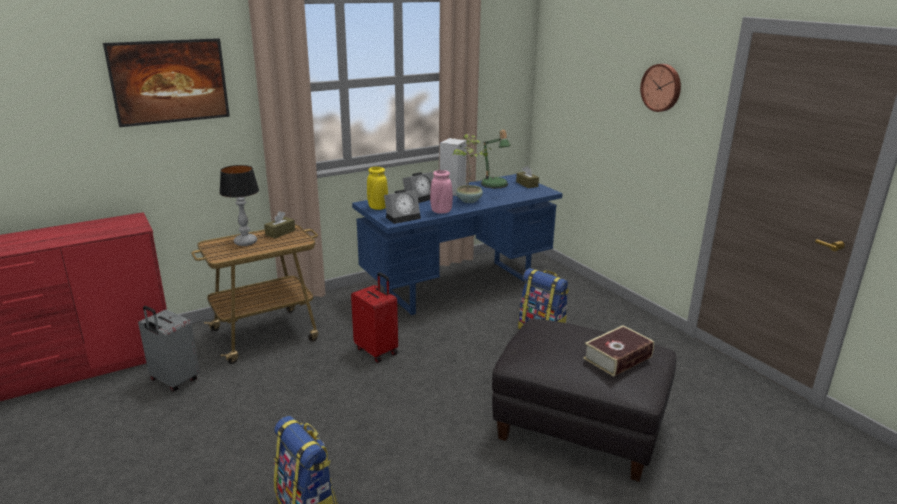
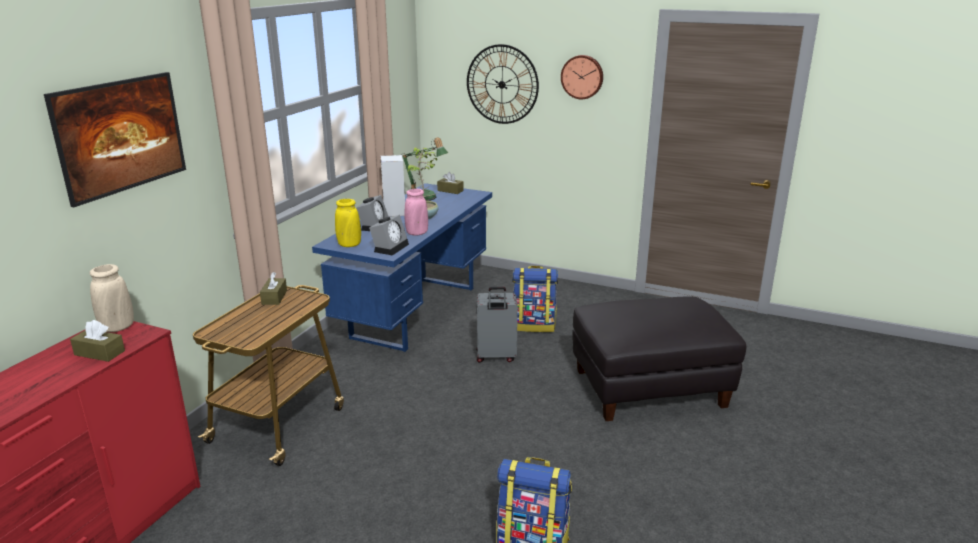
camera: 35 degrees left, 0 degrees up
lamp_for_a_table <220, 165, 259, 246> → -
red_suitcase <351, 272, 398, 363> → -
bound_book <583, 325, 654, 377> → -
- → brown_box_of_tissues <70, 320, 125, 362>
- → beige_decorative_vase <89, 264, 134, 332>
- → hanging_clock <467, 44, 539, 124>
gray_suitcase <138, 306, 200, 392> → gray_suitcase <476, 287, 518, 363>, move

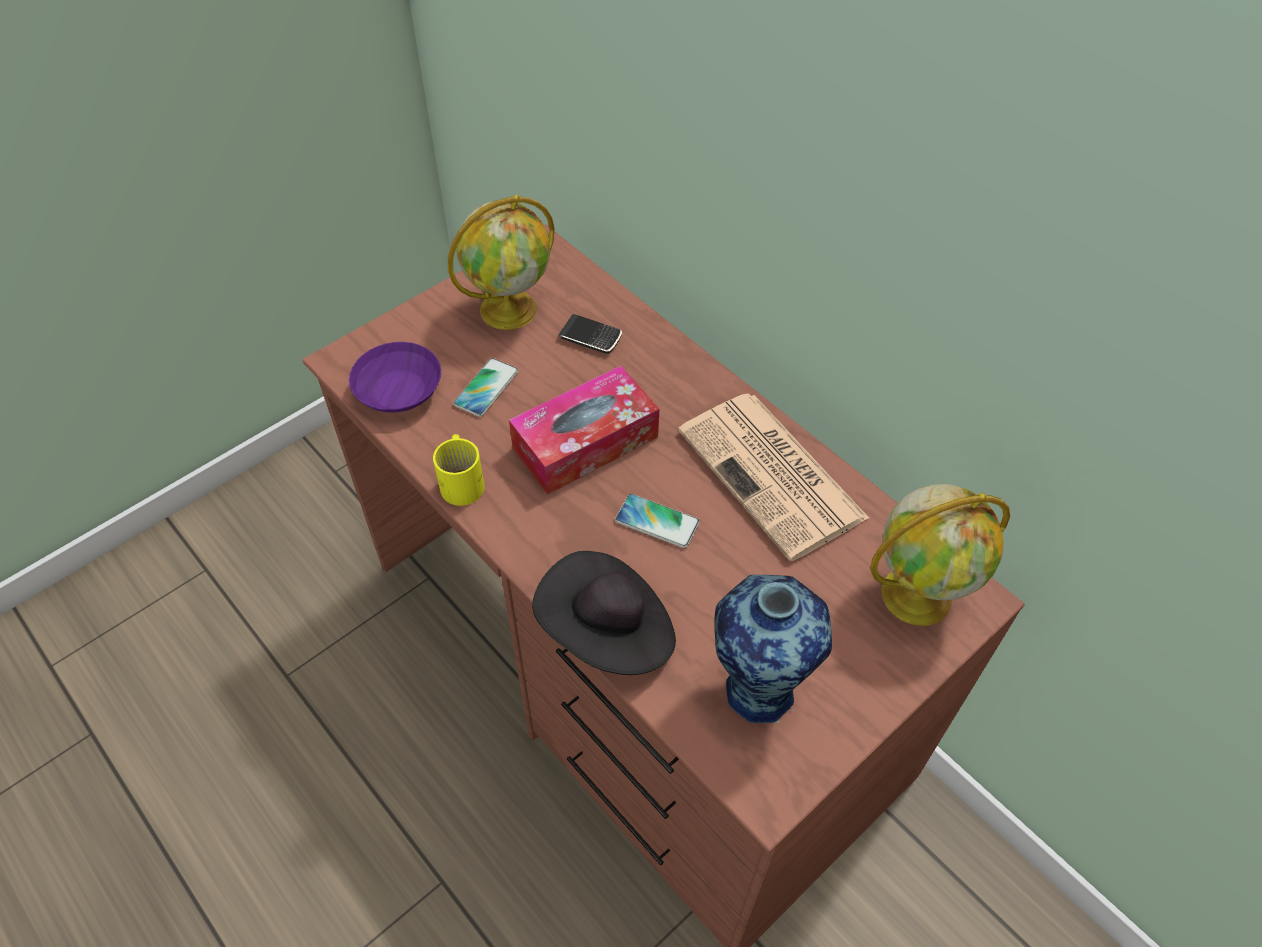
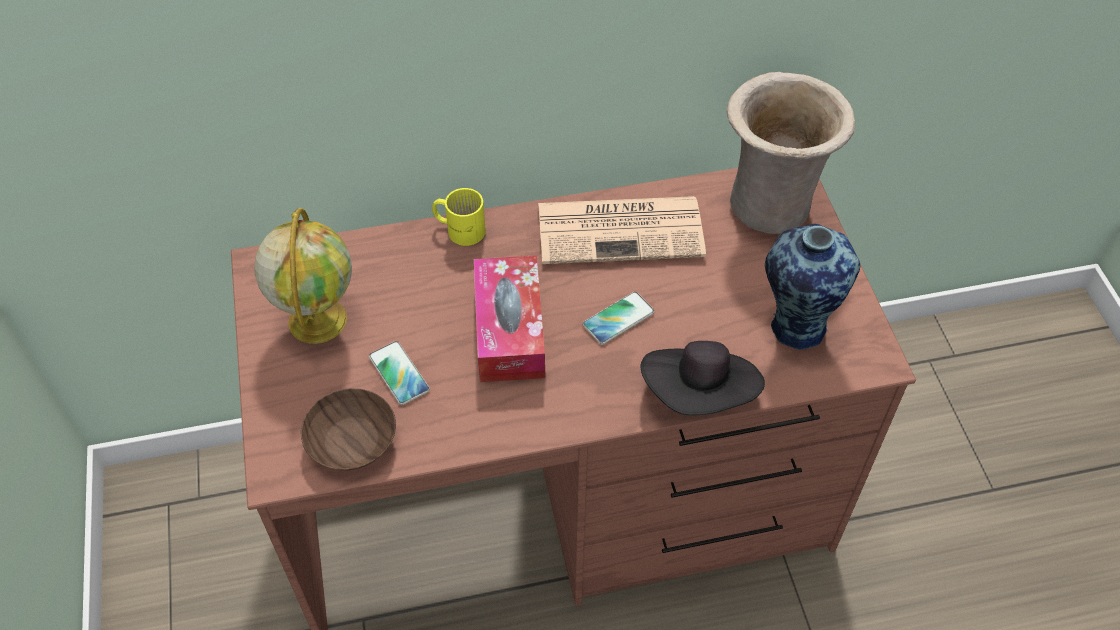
camera: 60 degrees left, 0 degrees up
handset <558, 314, 622, 354> → -
yellowish_mug <433, 434, 485, 506> → yellowish_mug <432, 188, 486, 246>, move
globe <871, 484, 1010, 626> → beige_decorative_vase <727, 72, 855, 234>
purple-coloured_bowl <349, 342, 441, 413> → brown_bowl <301, 388, 396, 470>

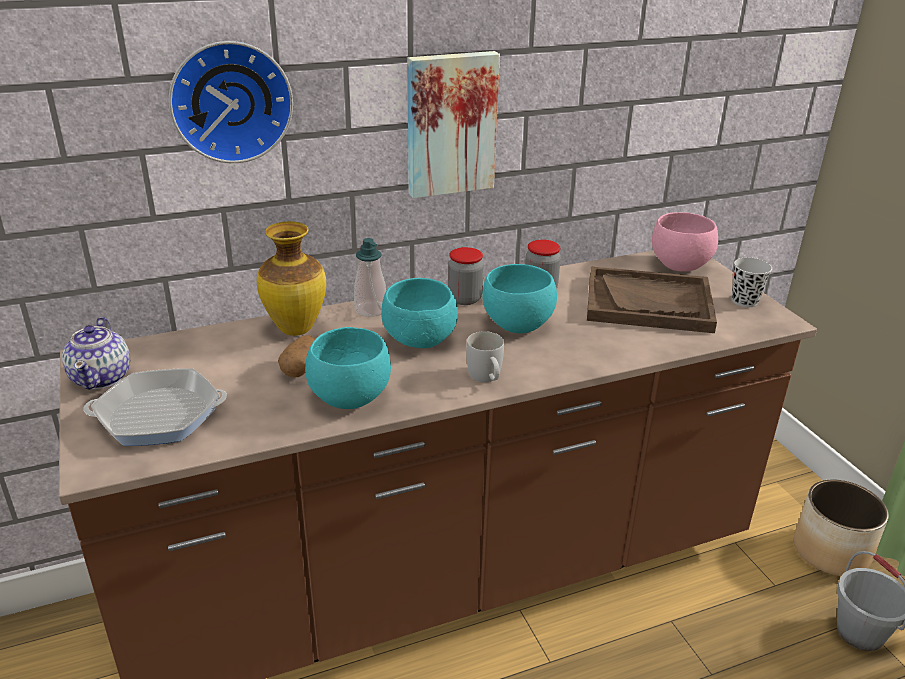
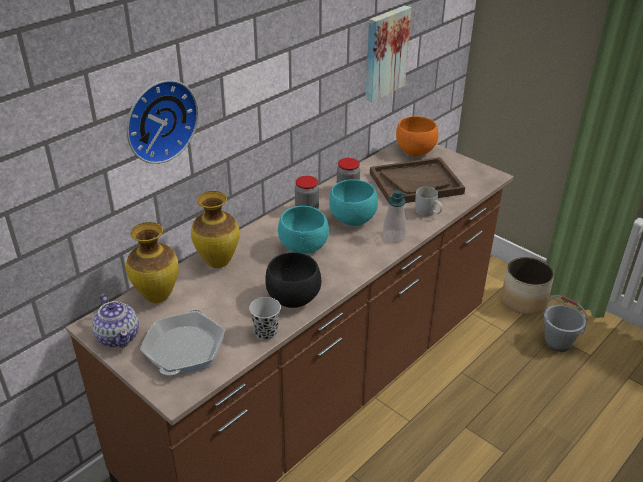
camera: 25 degrees left, 5 degrees up
spud <278, 335, 316, 377> → -
- → decorative_vase <126, 222, 179, 303>
soap_bottle <354, 238, 386, 317> → soap_bottle <383, 190, 407, 243>, move
wall_picture <407, 51, 500, 198> → wall_picture <365, 5, 411, 102>, move
white_mug <466, 331, 504, 382> → white_mug <415, 187, 443, 217>, move
black_drinking_cup <732, 257, 772, 307> → black_drinking_cup <249, 297, 281, 340>, move
turquoise-coloured_bowl <305, 327, 391, 409> → black_bowl <265, 252, 321, 308>
pink-coloured_bowl <652, 212, 718, 272> → orange_bowl <396, 116, 439, 156>
frying_pan <83, 368, 227, 446> → frying_pan <140, 309, 225, 375>, 45 degrees counterclockwise

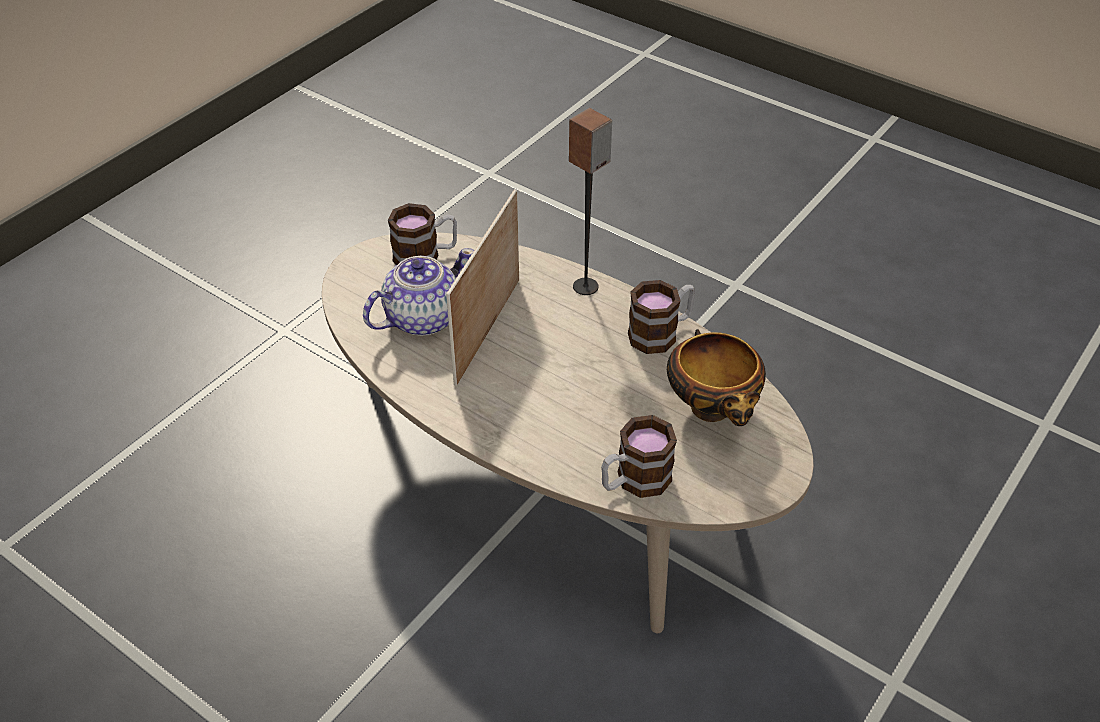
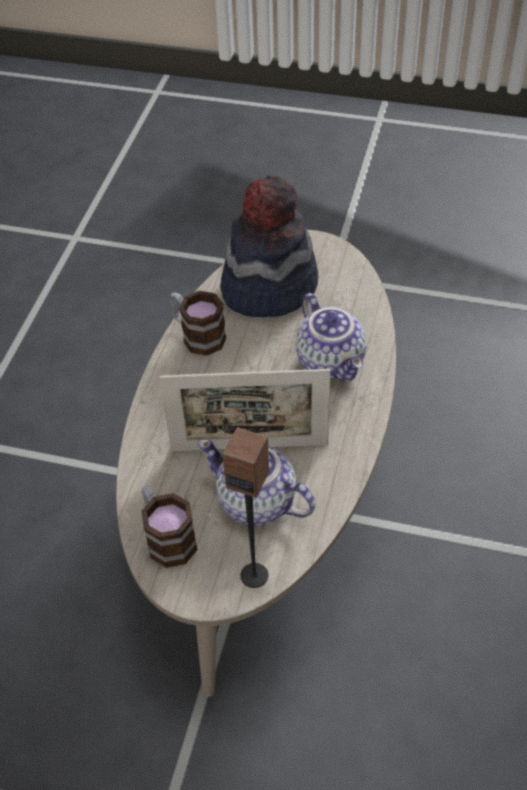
camera: 110 degrees left, 5 degrees up
mug <601, 415, 677, 498> → -
- → tea_pot <296, 293, 367, 381>
speaker <569, 108, 612, 295> → speaker <223, 427, 269, 588>, move
bowl <667, 329, 766, 426> → clothing_hat <220, 176, 318, 317>

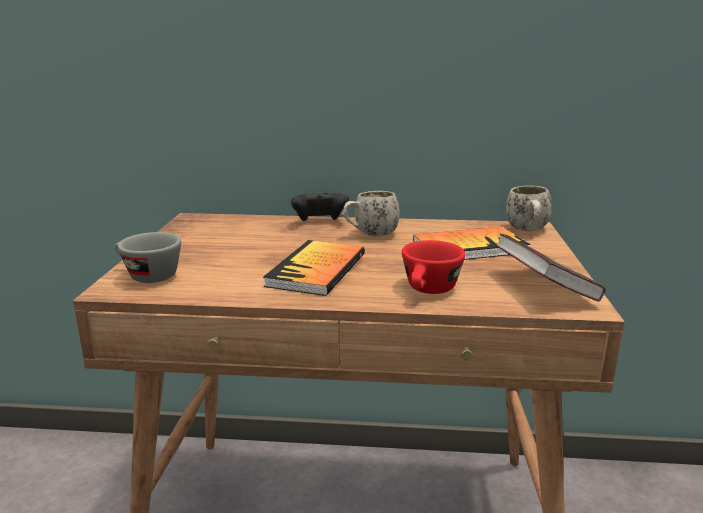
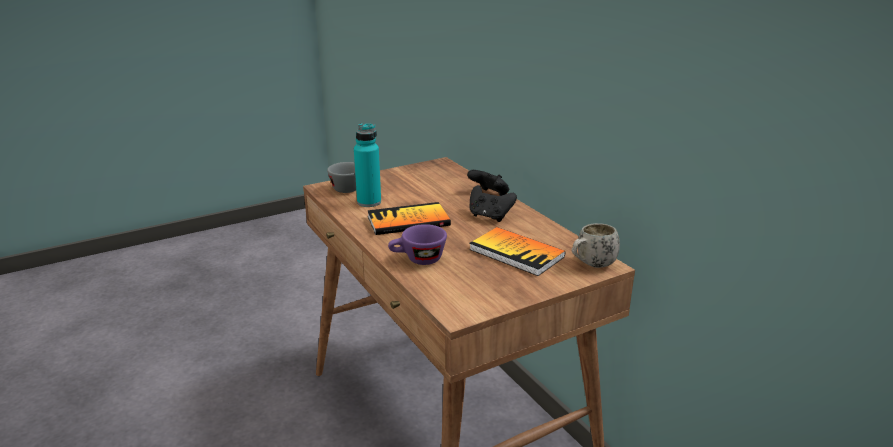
camera: 55 degrees right, 5 degrees up
bound_book <495, 234, 605, 302> → -
- → turquoise-coloured_drink_bottle <354, 123, 381, 207>
white_mug <342, 191, 400, 237> → black_game_controller <470, 185, 517, 222>
red_drinking_cup <402, 240, 466, 294> → purple-coloured_drinking_cup <388, 224, 447, 265>

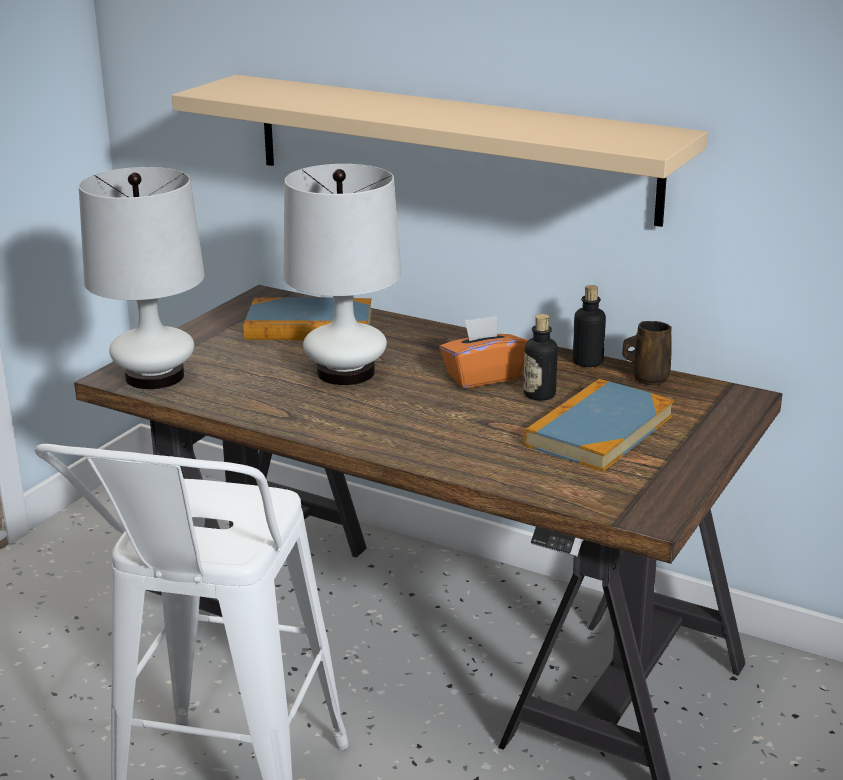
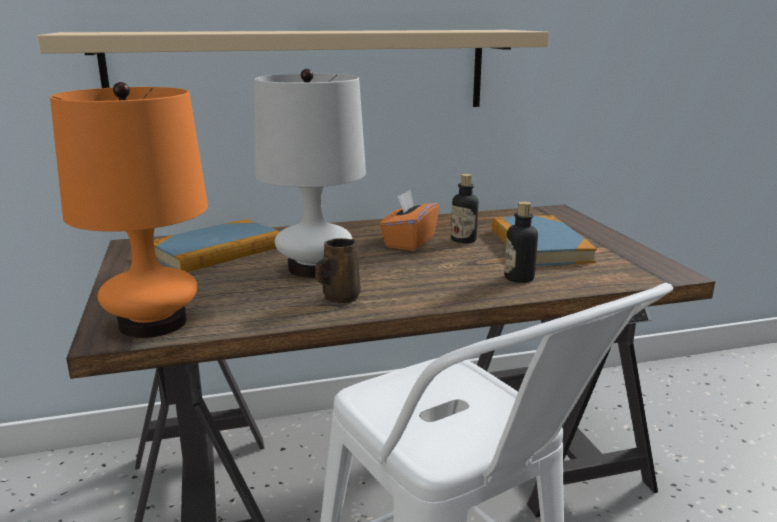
camera: 45 degrees left, 5 degrees down
drink_bottle <572, 285, 606, 367> → drink_bottle <504, 201, 538, 283>, move
brown_mug <622, 321, 672, 386> → brown_mug <315, 238, 361, 303>, move
white_lamp_for_a_table <79, 167, 205, 389> → orange_lamp_for_a_table <50, 82, 208, 338>

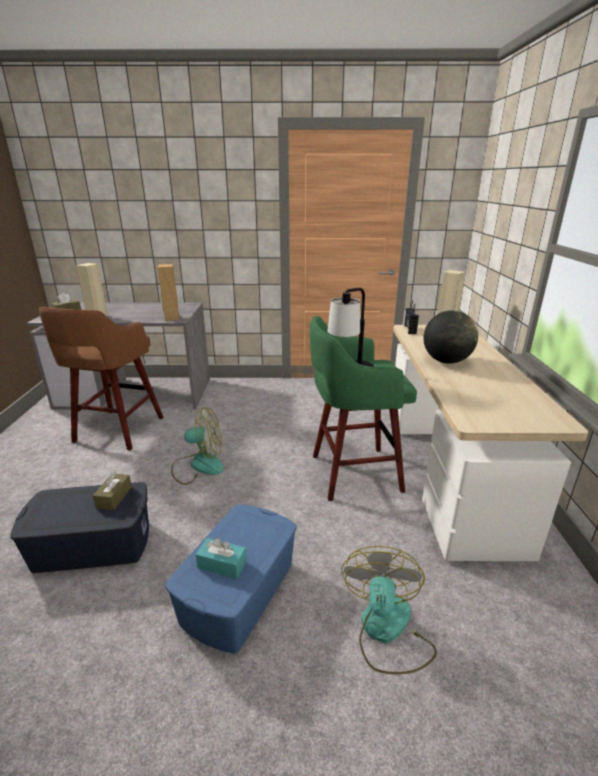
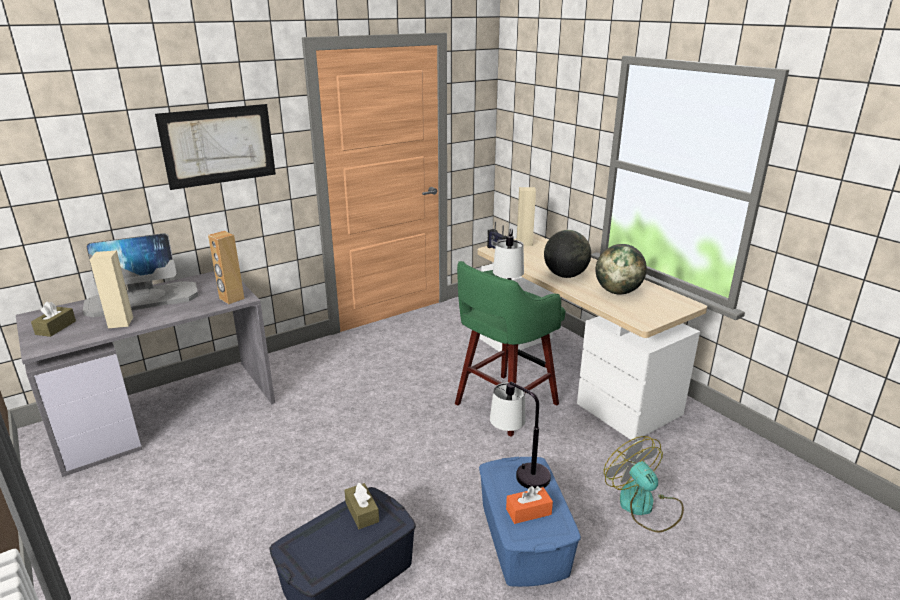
camera: 35 degrees left, 0 degrees up
brown_stool <39, 307, 164, 450> → -
cooling_fan <171, 407, 224, 485> → -
- → computer_screen <83, 233, 198, 318>
- → wall_picture <155, 104, 276, 190>
- → lamp_for_a_table <490, 382, 551, 489>
- → globe <596, 244, 647, 294>
turquoise-coloured_box_of_tissues <196, 538, 247, 579> → orange_box_of_tissues <506, 486, 553, 524>

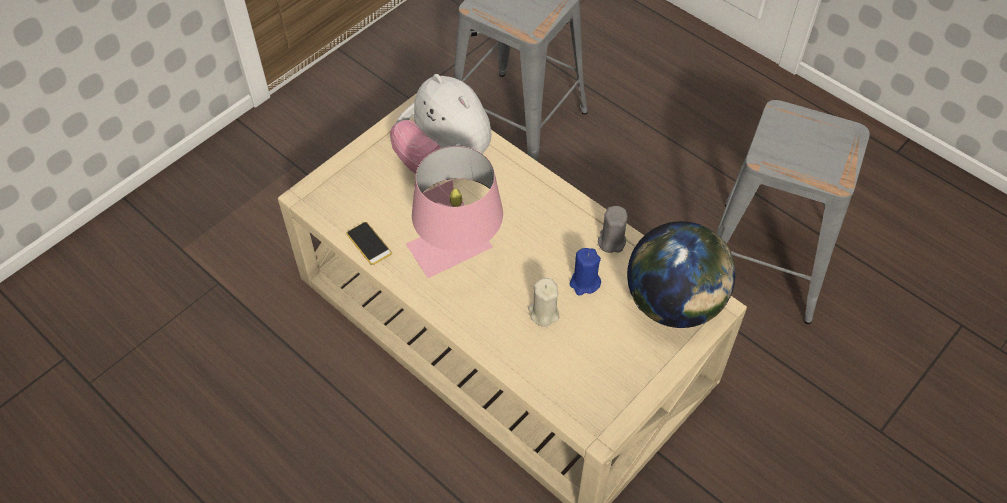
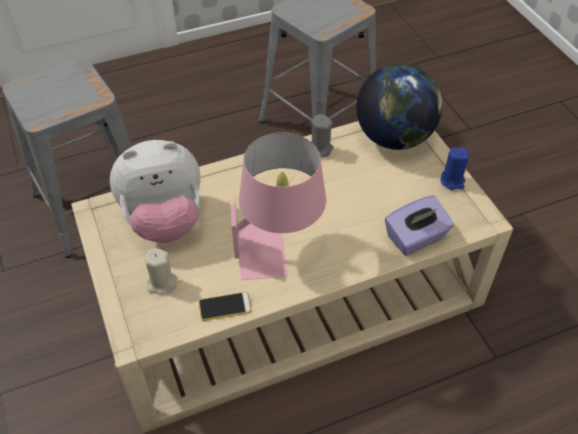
camera: 65 degrees left, 5 degrees down
- → purple-coloured_box_of_tissues <385, 196, 454, 256>
beige_wax_light <528, 278, 559, 327> → beige_wax_light <145, 248, 176, 295>, move
blue_wax_light <570, 248, 601, 296> → blue_wax_light <440, 147, 470, 190>, move

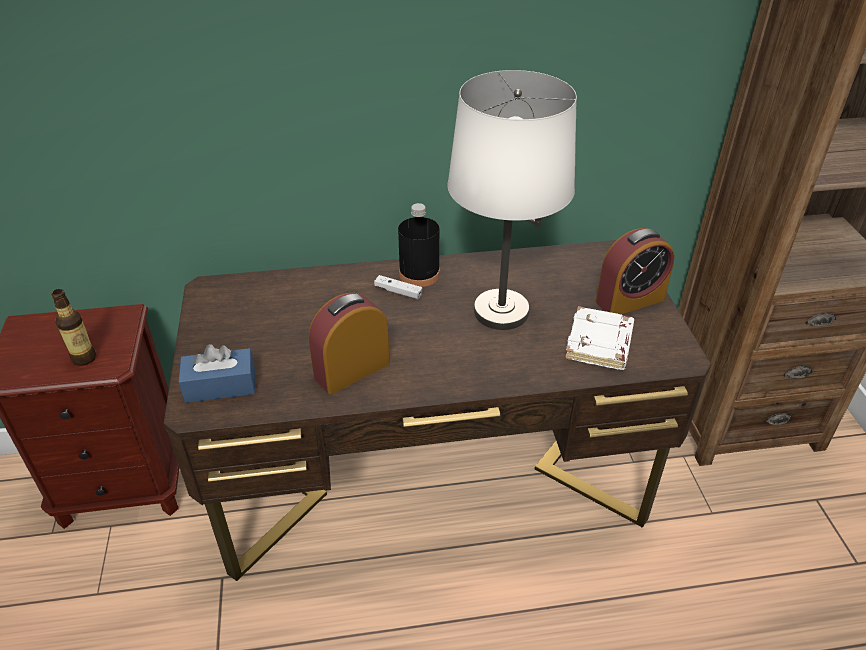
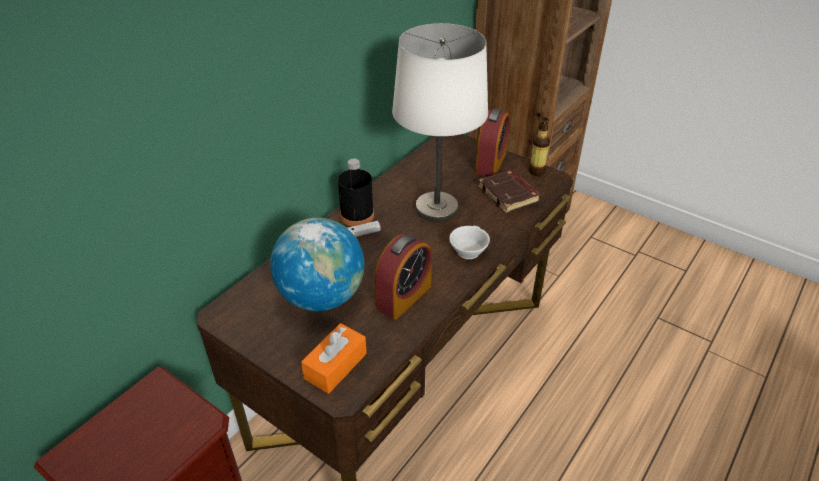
camera: 45 degrees left, 0 degrees up
- → globe <270, 218, 364, 311>
- → white_drinking_cup <449, 225, 490, 259>
drink_bottle <51, 289, 96, 366> → drink_bottle <529, 118, 550, 176>, move
blue_box_of_tissues <178, 344, 255, 403> → orange_box_of_tissues <301, 323, 367, 394>
white_bound_book <565, 306, 634, 370> → brown_bound_book <478, 170, 541, 213>
table_clock <309, 293, 390, 394> → table_clock <374, 234, 432, 320>, 150 degrees counterclockwise

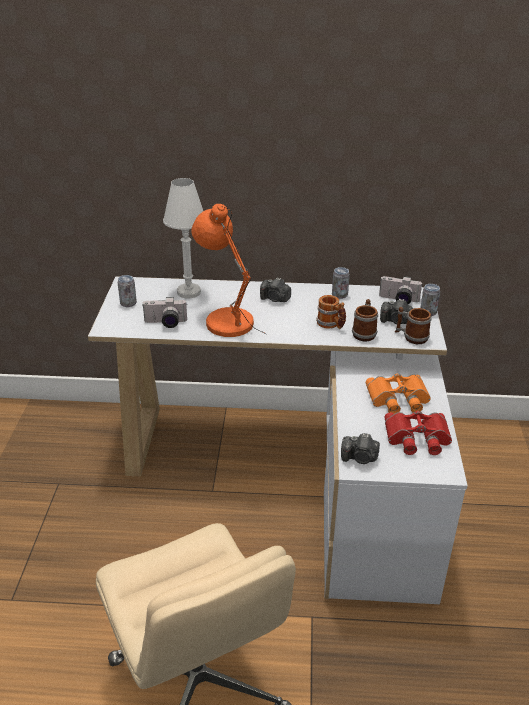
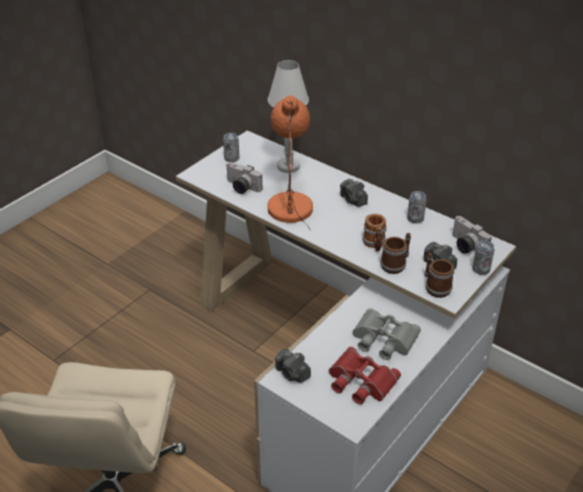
camera: 35 degrees right, 5 degrees up
orange_pair_of_binoculars <366, 373, 431, 414> → gray_pair_of_binoculars <353, 308, 421, 360>

